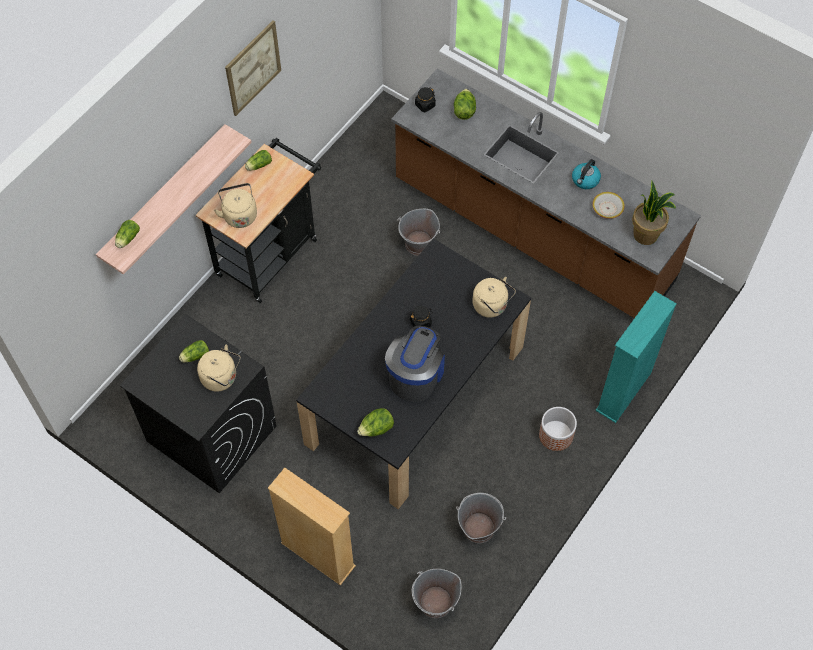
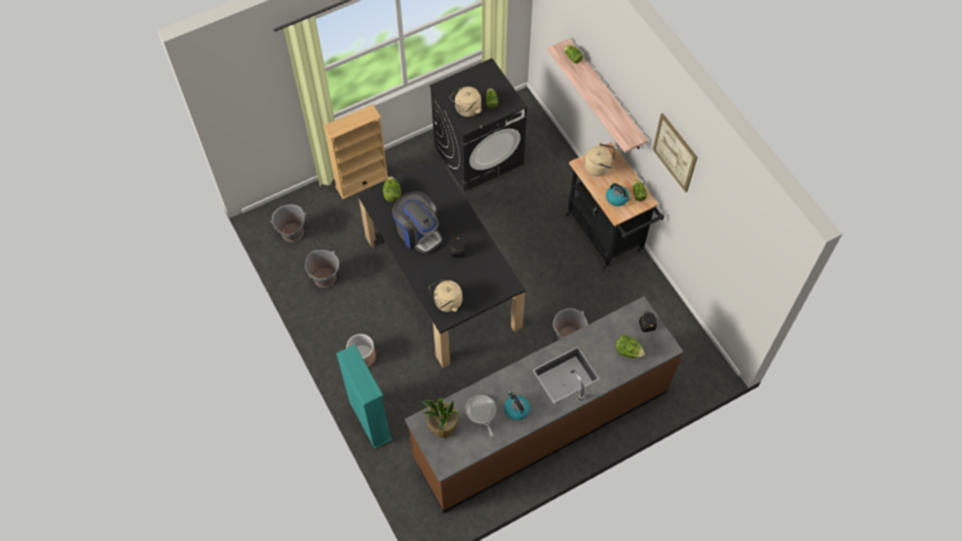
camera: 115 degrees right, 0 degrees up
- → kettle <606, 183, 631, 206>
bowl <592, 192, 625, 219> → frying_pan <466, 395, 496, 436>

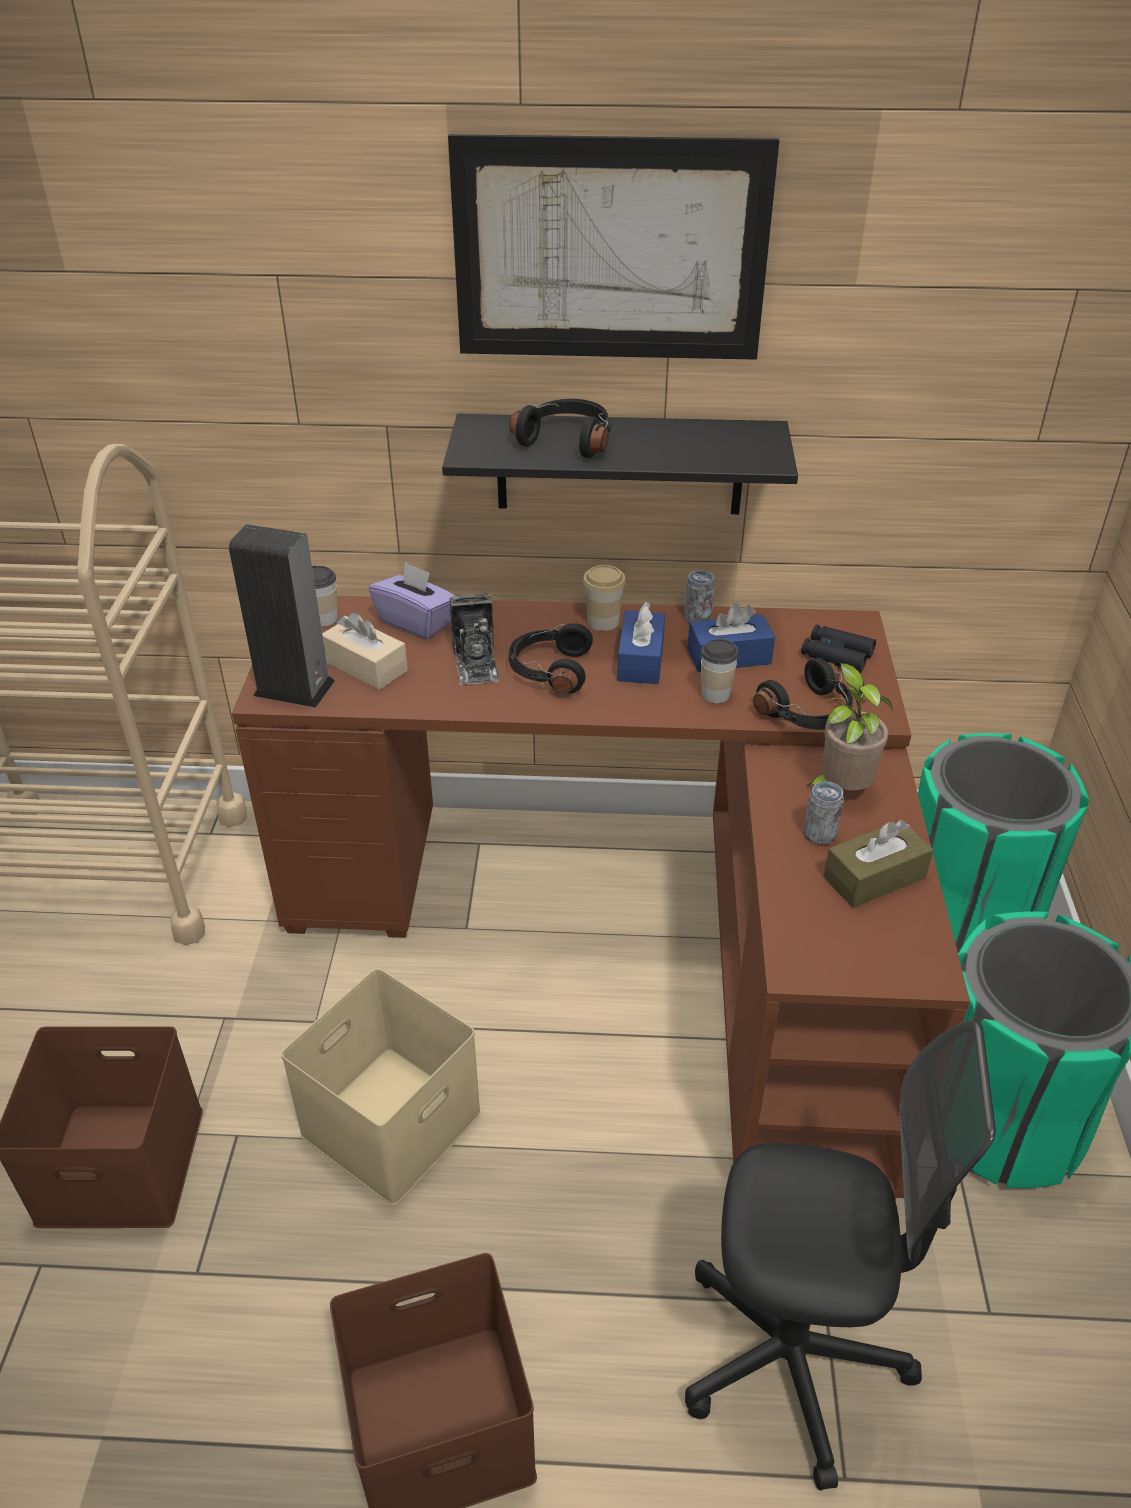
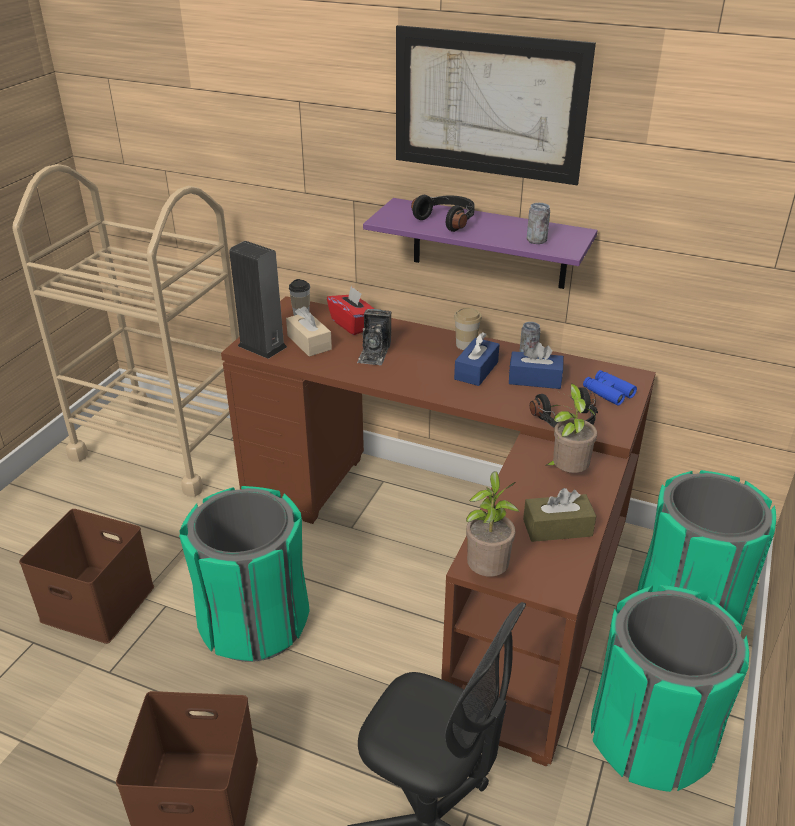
camera: 20 degrees right, 5 degrees down
black_headset <509, 623, 593, 694> → -
drinking_cup <701, 639, 739, 703> → -
- → plant_in_a_pot <466, 471, 519, 577>
sealed_can <803, 781, 844, 845> → sealed_can <527, 203, 550, 244>, move
beige_storage_box <281, 968, 481, 1206> → green-coloured_trash_can <179, 486, 310, 662>
purple-coloured_box_of_tissues <369, 562, 455, 639> → red_box_of_tissues <327, 286, 374, 335>
black_bracket_shelf <442, 414, 798, 514> → purple-coloured_bracket_shelf <363, 198, 598, 289>
black_pair_of_binoculars <801, 625, 876, 673> → blue_pair_of_binoculars <583, 370, 637, 406>

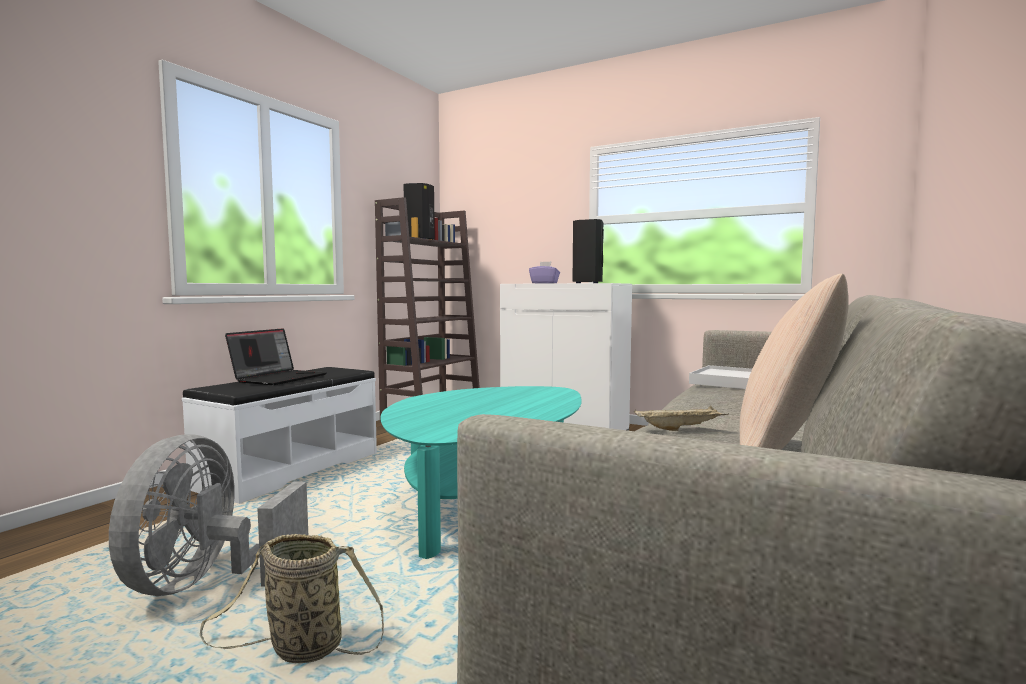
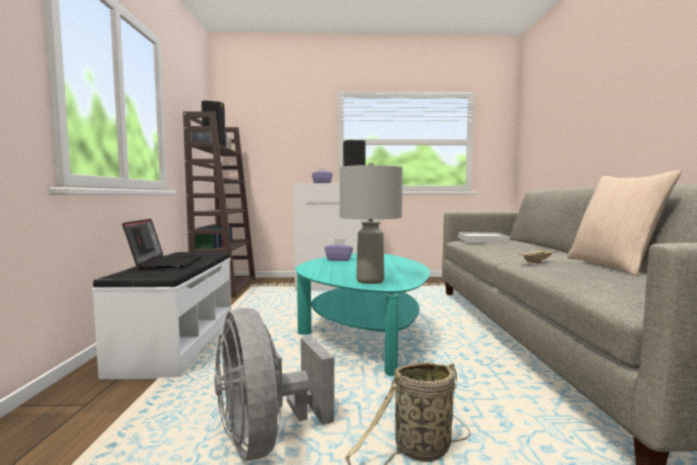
camera: 30 degrees left, 0 degrees up
- → purple-coloured_box_of_tissues <325, 239, 353, 261>
- → gray_lamp_for_a_table <340, 163, 403, 284>

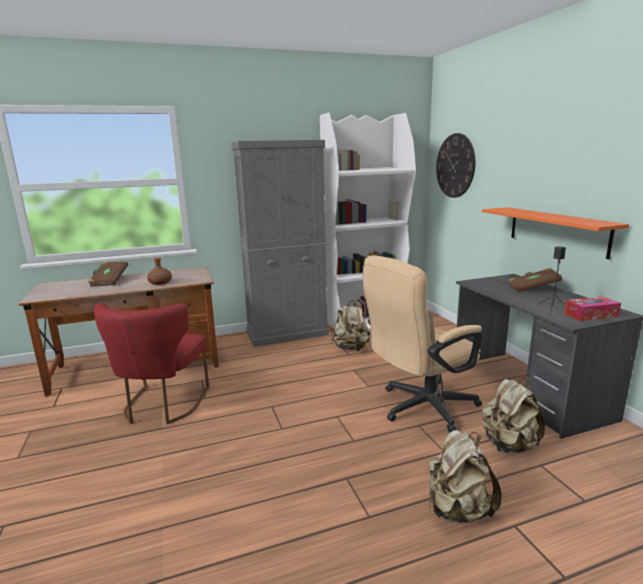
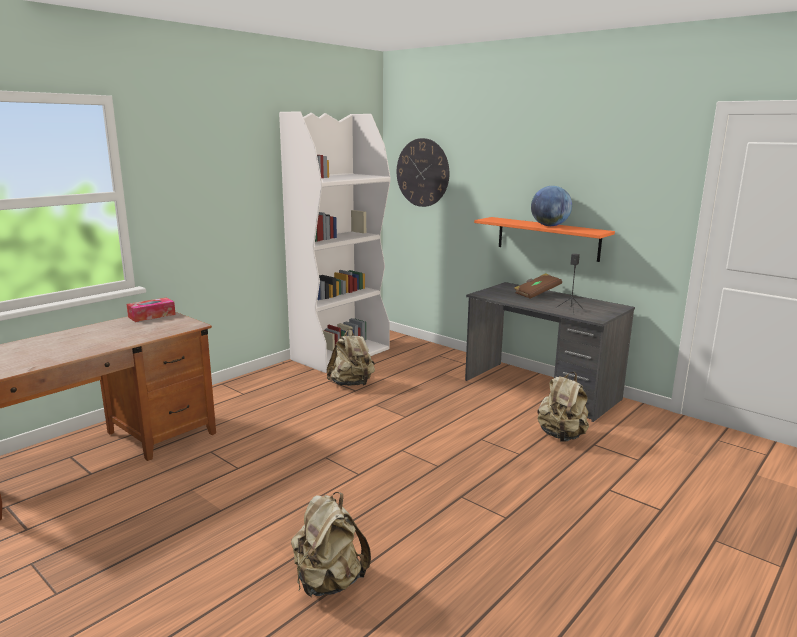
camera: 30 degrees left, 0 degrees up
brown_bound_book <88, 262, 128, 287> → -
red_chair <94, 303, 209, 424> → -
brown_drink_bottle <147, 258, 172, 285> → -
gray_storage_cabinet <231, 140, 329, 347> → -
beige_office_chair <363, 255, 482, 432> → -
- → globe <531, 186, 572, 226>
beige_backpack <429, 430, 502, 523> → beige_backpack <291, 492, 371, 597>, move
box_of_tissues <564, 296, 621, 321> → box_of_tissues <126, 297, 176, 322>, move

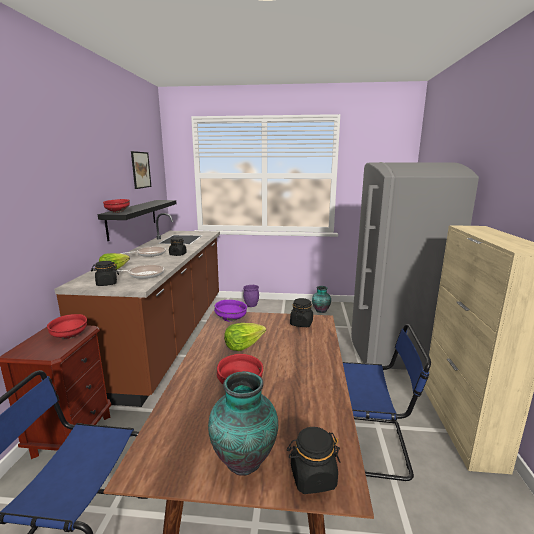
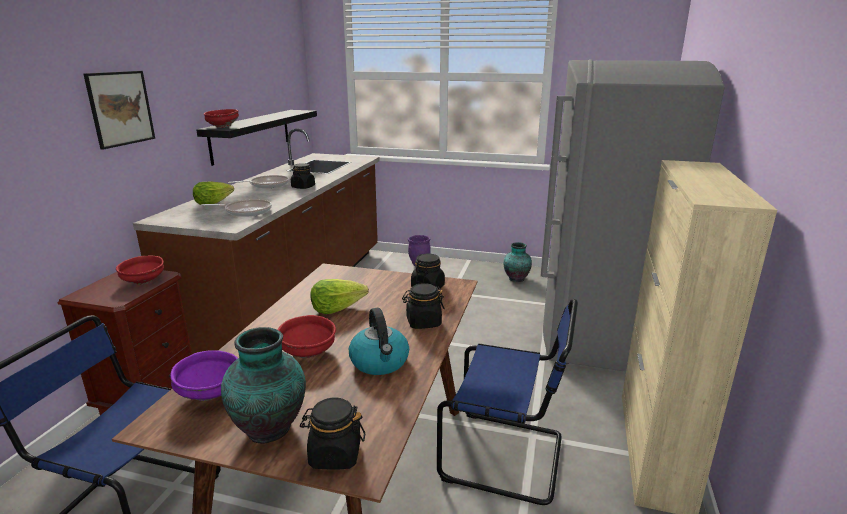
camera: 10 degrees right, 5 degrees up
- → kettle <349, 308, 409, 375>
black_jar <91, 261, 119, 286> → black_jar <402, 283, 445, 329>, move
wall_picture <131, 151, 151, 189> → wall_picture <83, 71, 155, 150>, move
purple-coloured_bowl <214, 300, 247, 322> → purple-coloured_bowl <170, 350, 238, 401>, move

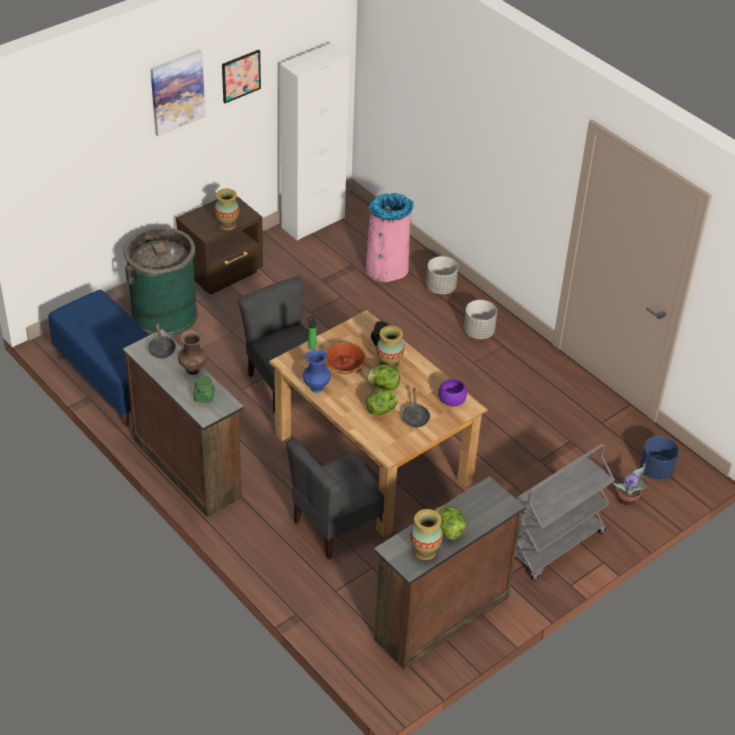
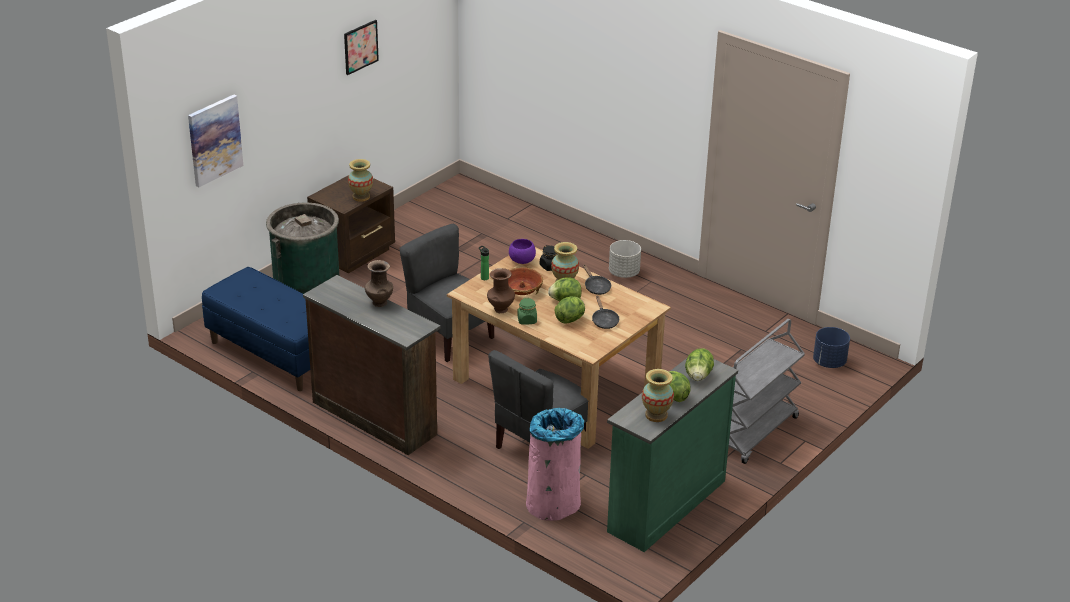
camera: 10 degrees left, 10 degrees down
white_storage_cabinet <280, 43, 350, 241> → -
gray_plant_pot <426, 256, 458, 294> → -
plant_in_a_pot <613, 463, 647, 506> → -
- → head_of_lettuce <685, 348, 714, 381>
black_frying_pan <148, 321, 176, 358> → black_frying_pan <583, 264, 611, 295>, move
wall_picture <150, 50, 205, 136> → wall_picture <188, 95, 243, 187>, move
green-coloured_jar <194, 374, 215, 403> → green-coloured_jar <517, 298, 537, 325>, move
pink-coloured_trash_can <365, 193, 414, 282> → pink-coloured_trash_can <526, 408, 584, 521>, move
purple-coloured_bowl <438, 379, 467, 406> → purple-coloured_bowl <509, 239, 536, 264>, move
blue_decorative_vase <303, 349, 331, 393> → brown_decorative_vase <487, 268, 515, 313>
brown_drawer_chest <374, 476, 526, 670> → green-coloured_drawer_chest <607, 358, 738, 552>

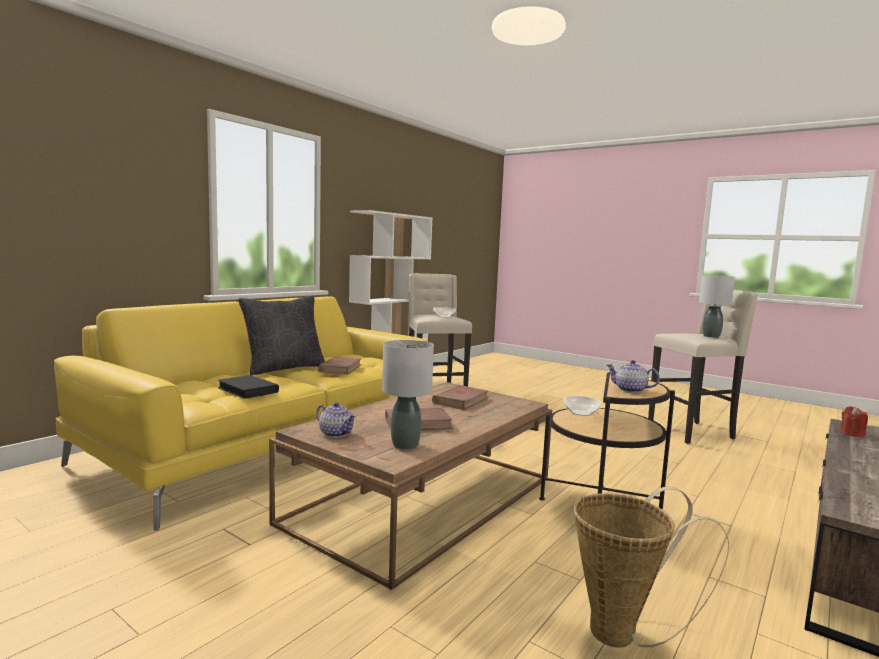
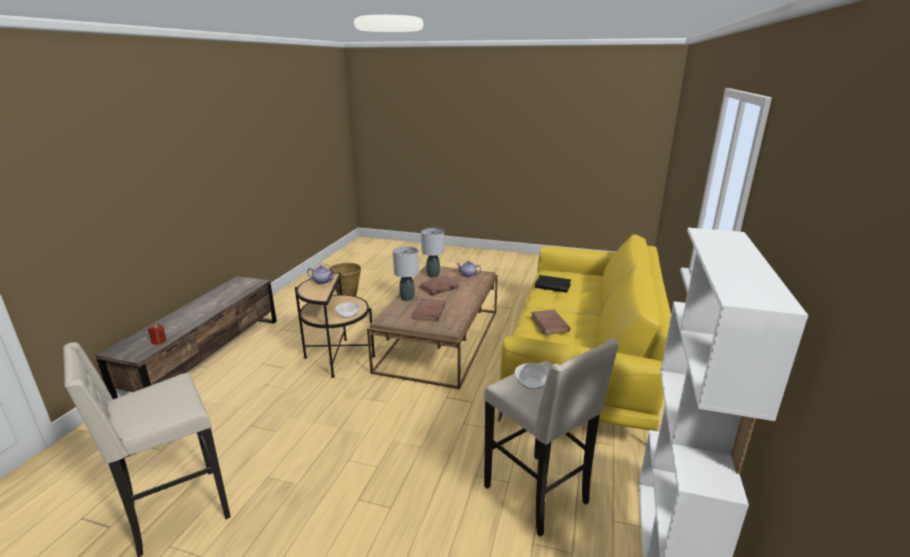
camera: 160 degrees right, 15 degrees up
black_throw_pillow <238, 296, 325, 375> → -
gray_lamp_for_a_table <699, 275, 735, 338> → gray_lamp_for_a_table <393, 246, 419, 301>, move

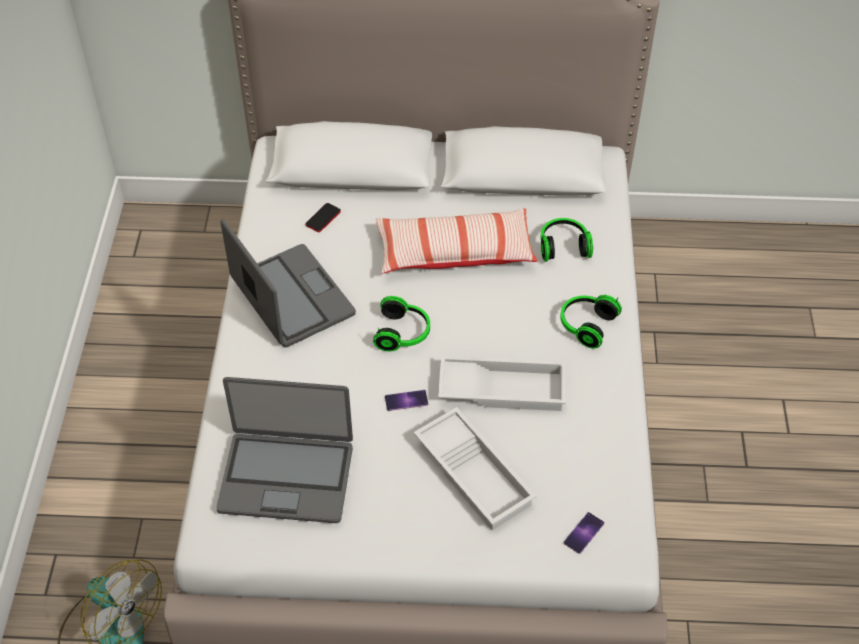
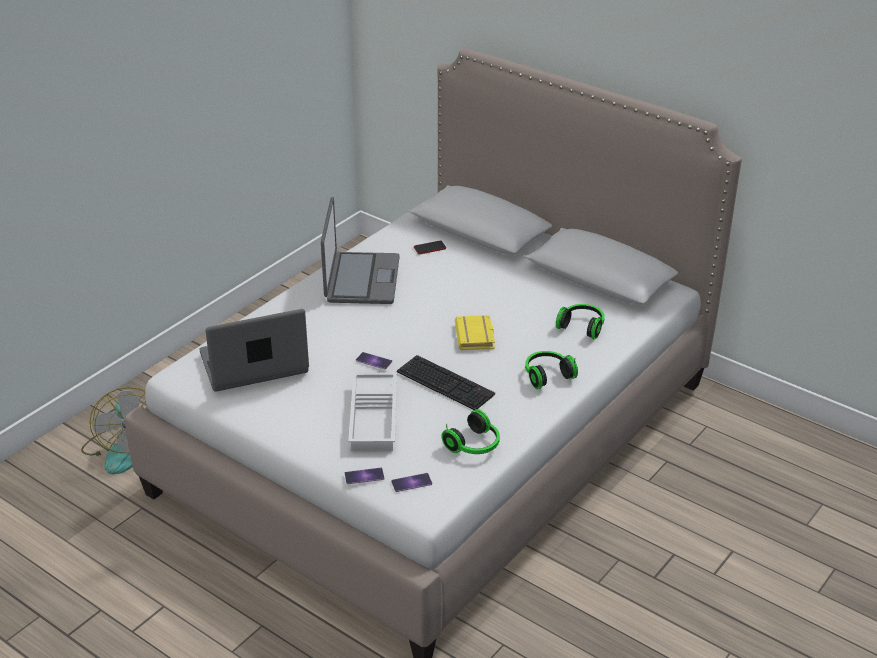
camera: 35 degrees right, 15 degrees down
throw_pillow <376, 208, 538, 273> → -
- → handset <345, 468, 385, 484>
- → yellowish_bound_book <455, 315, 495, 350>
headset <373, 296, 430, 351> → headset <441, 409, 500, 454>, move
white_tray <438, 356, 565, 411> → computer_keyboard <397, 355, 495, 410>
portable_computer <216, 377, 353, 523> → portable_computer <200, 309, 309, 392>, 120 degrees clockwise

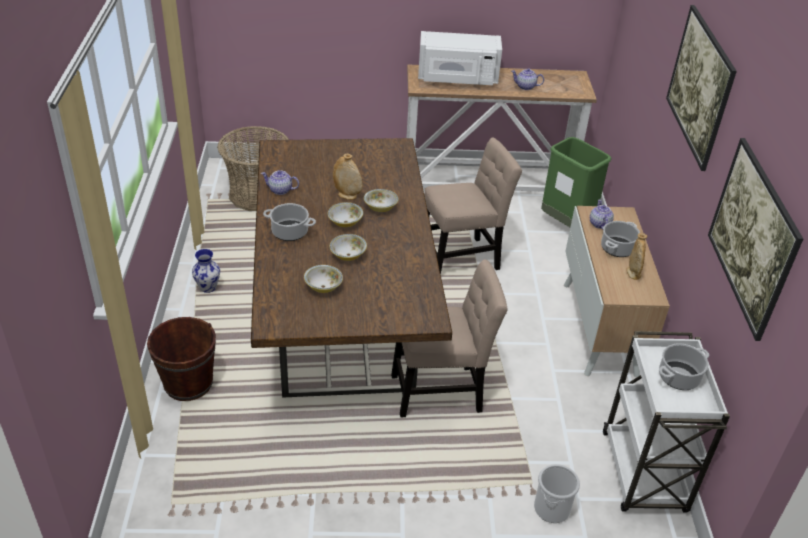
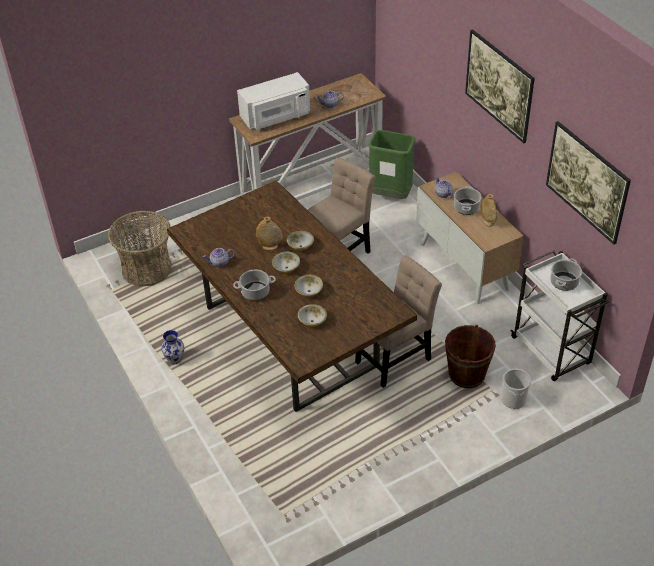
camera: 25 degrees left, 5 degrees up
brown_bucket <147, 317, 216, 401> → brown_bucket <445, 325, 496, 388>, move

